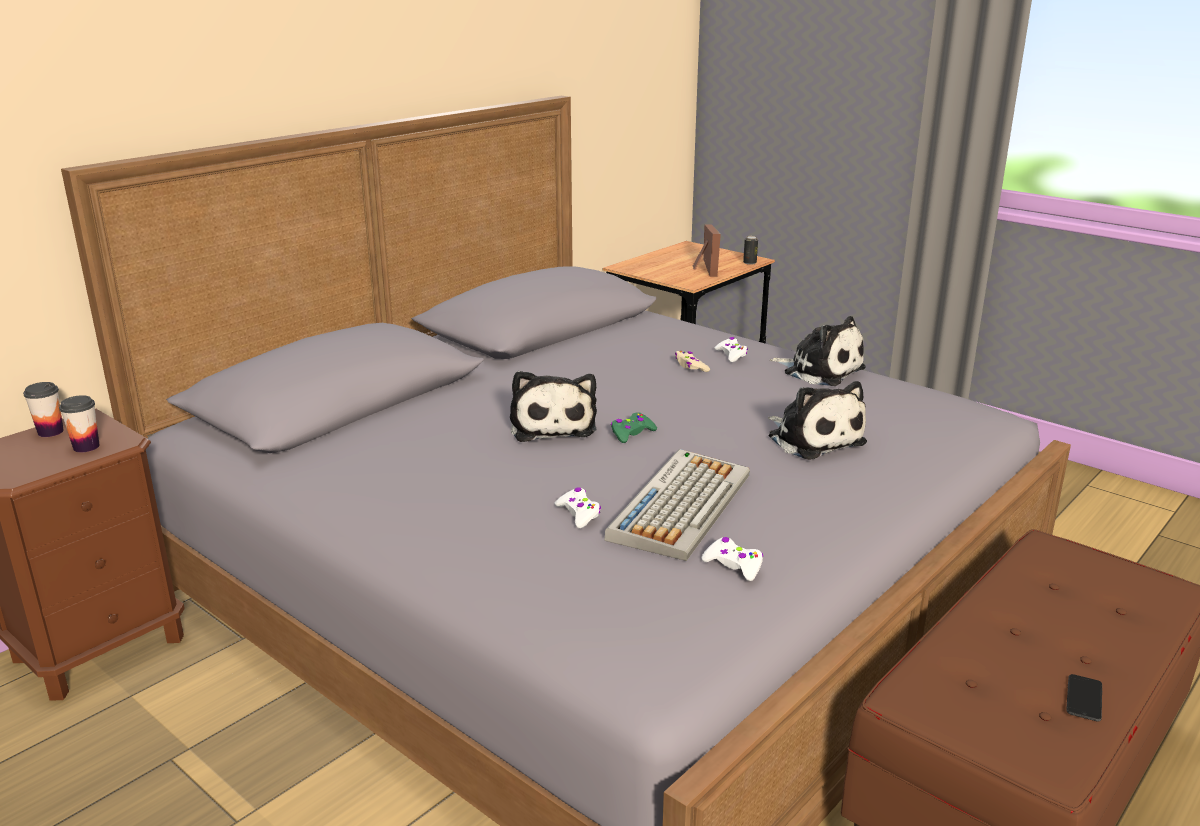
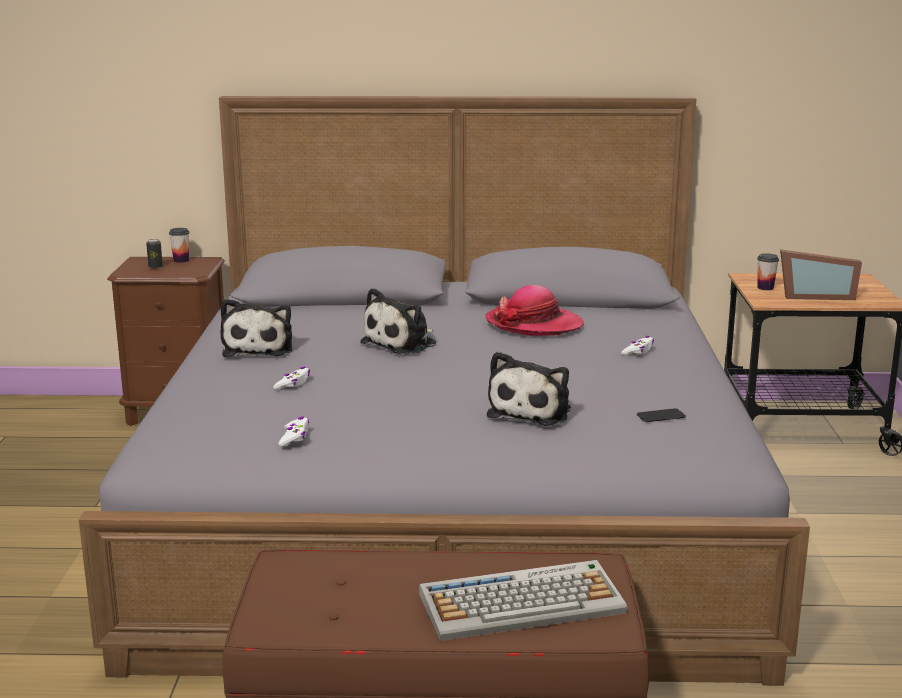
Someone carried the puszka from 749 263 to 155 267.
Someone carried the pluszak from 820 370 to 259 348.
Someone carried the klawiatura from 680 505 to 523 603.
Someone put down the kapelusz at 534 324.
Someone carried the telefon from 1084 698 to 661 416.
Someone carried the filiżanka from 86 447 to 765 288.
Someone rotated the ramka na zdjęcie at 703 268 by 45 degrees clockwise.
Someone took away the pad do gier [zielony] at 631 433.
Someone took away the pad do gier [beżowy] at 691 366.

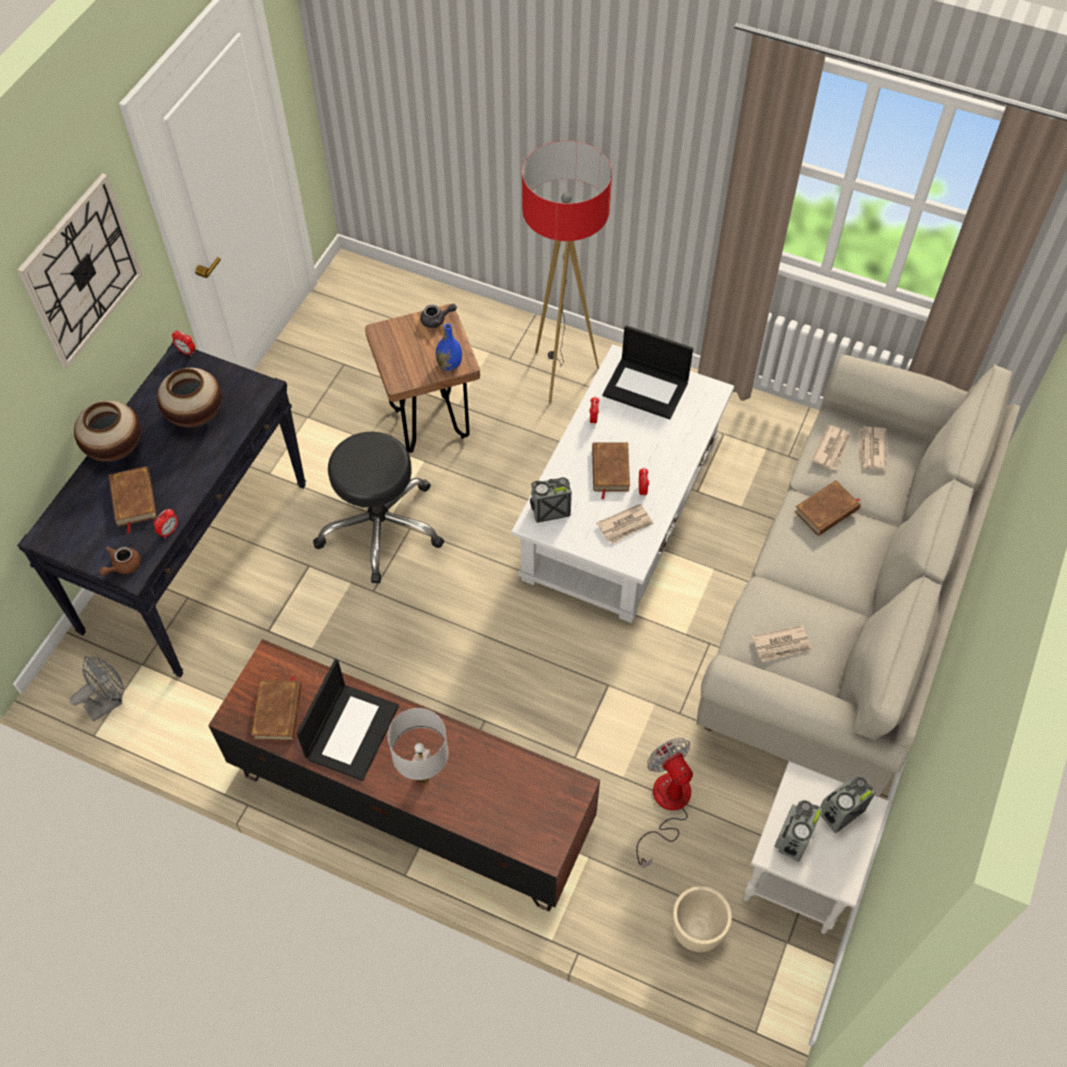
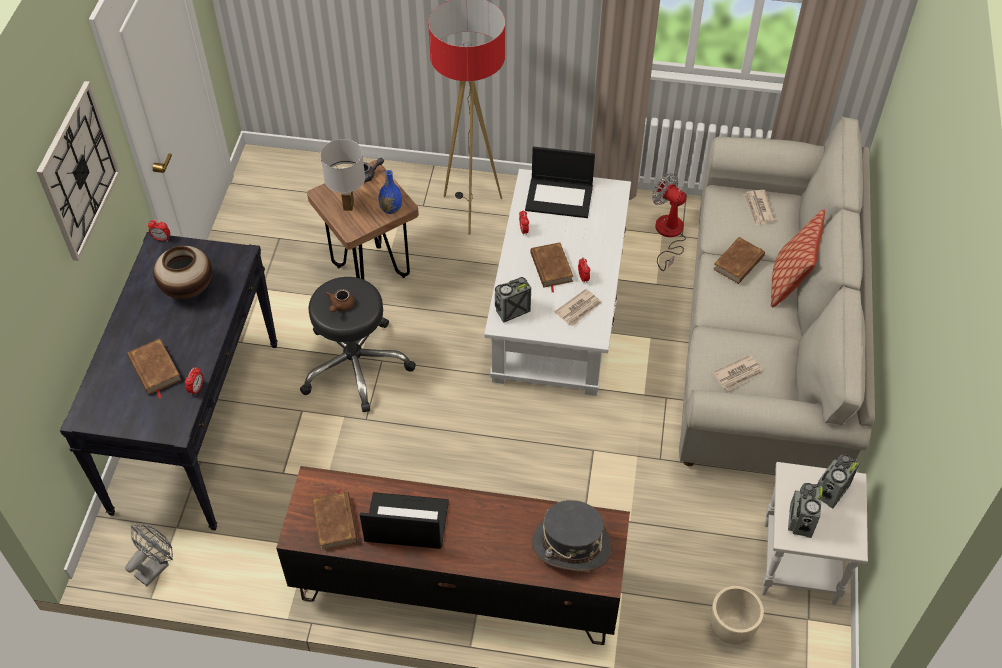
Someone carried the lampa stołowa [biały] from 424 775 to 349 206.
Someone carried the imbryk [brązowy] from 123 566 to 340 306.
Someone rotated the laptop at 352 731 by 90 degrees counterclockwise.
Someone put down the kapelusz [szary] at 571 545.
Someone carried the wentylator from 666 805 to 668 235.
Someone put down the poduszka at 789 282.
Someone took away the wazon at 116 448.
Someone took away the gazeta at 832 449.

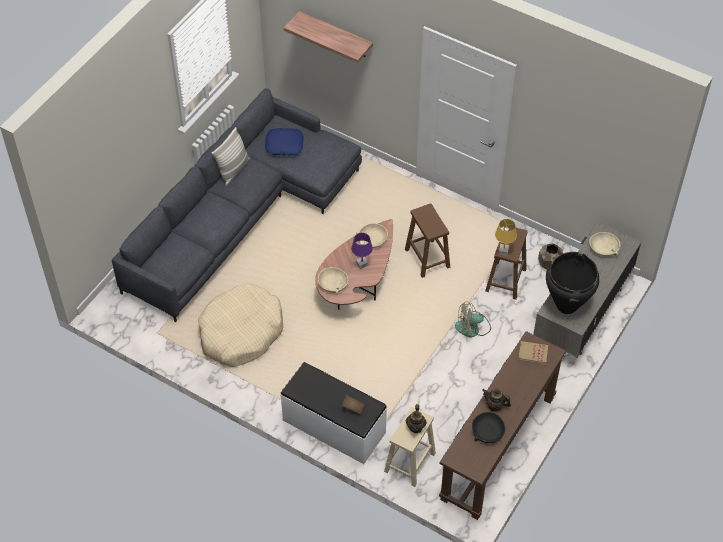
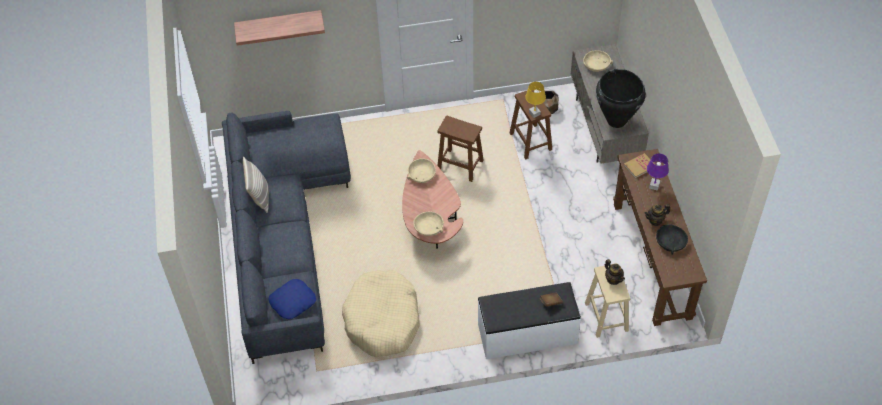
Someone carried the poduszka [niebieski] from 284 144 to 292 301.
Someone carried the lampa stołowa [fioletowy] from 362 264 to 654 185.
Someone took away the wentylator at 473 328.

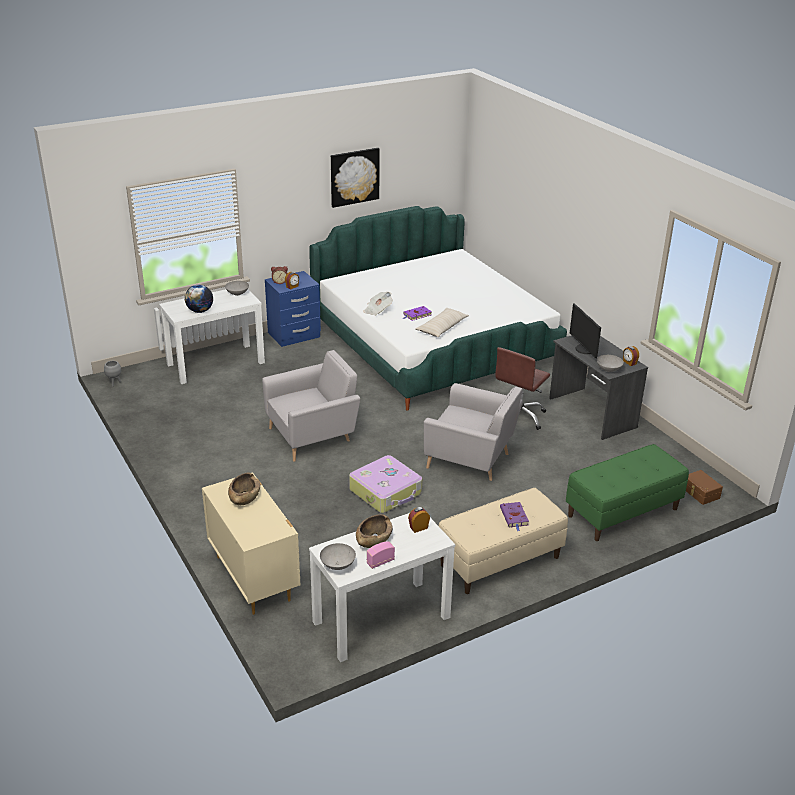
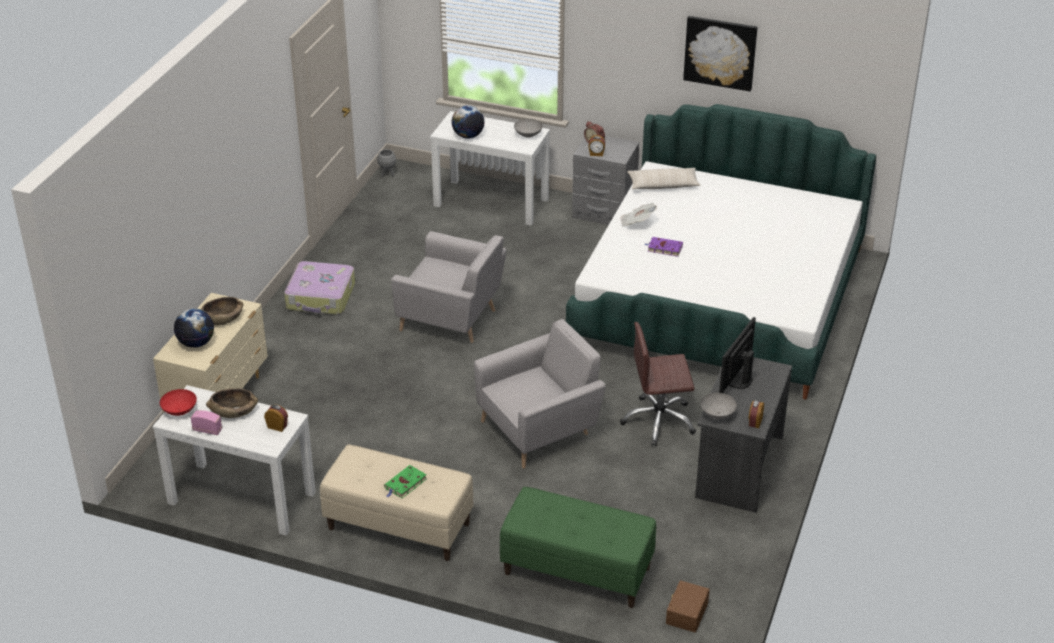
Someone repainted the miska [szary] at 338 565, which became the miska [czerwony] at 179 411.
Someone put down the globus at 196 343.
Someone carried the walizka from 386 492 to 321 297.
Someone repainted the książka [fioletowy] at 514 517, which became the książka [zielony] at 405 484.
Someone rotated the fotel [szary] at 471 459 by 105 degrees counterclockwise.
Someone repainted the szafka nocna [niebieski] at 294 335, which became the szafka nocna [szary] at 604 212.
Someone carried the poduszka [beżowy] from 442 328 to 663 185.

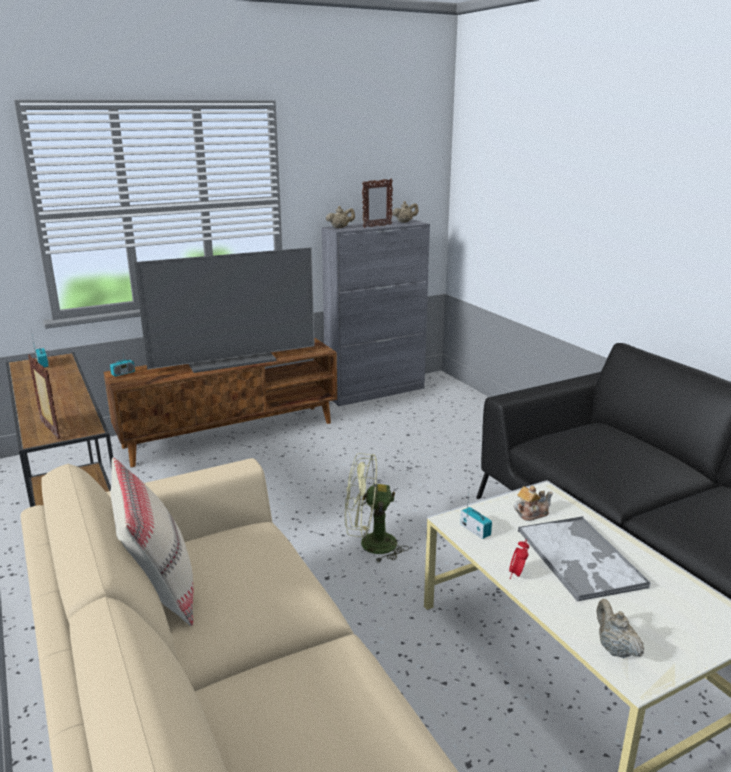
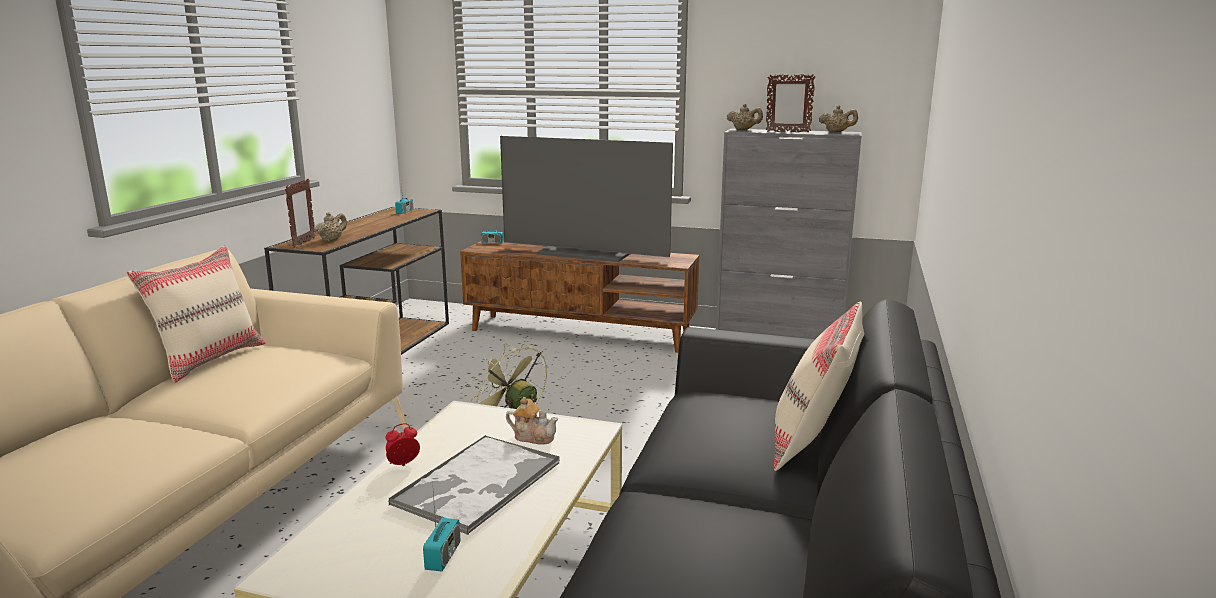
Someone carried the imbryk [beżowy] from 614 649 to 332 240.
Someone carried the radio from 475 530 to 443 556.
Someone put down the poduszka [beżowy] at 813 443.

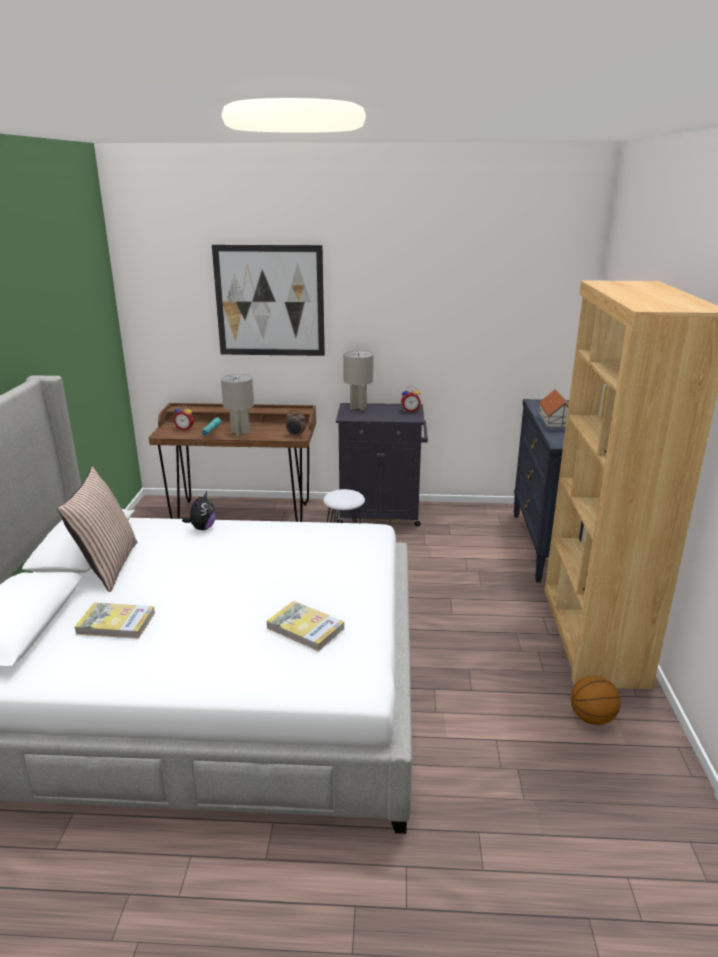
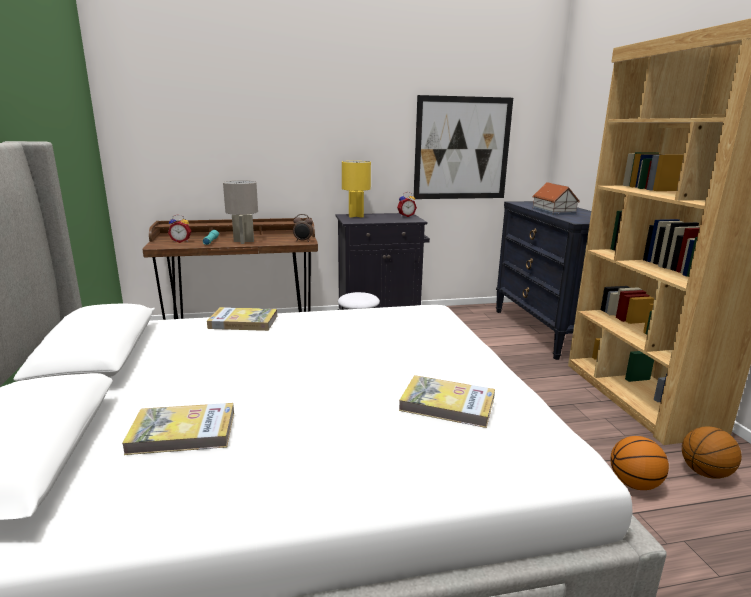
Someone swapped the pluszak at 202 528 for the książka at 243 322.
Someone repainted the lampa stołowa [szary] at 358 407, which became the lampa stołowa [żółty] at 355 216.
Someone carried the obraz from 269 301 to 462 149.
Someone put down the piłka do koszykówki at 633 483.
Someone took away the poduszka at 107 566.

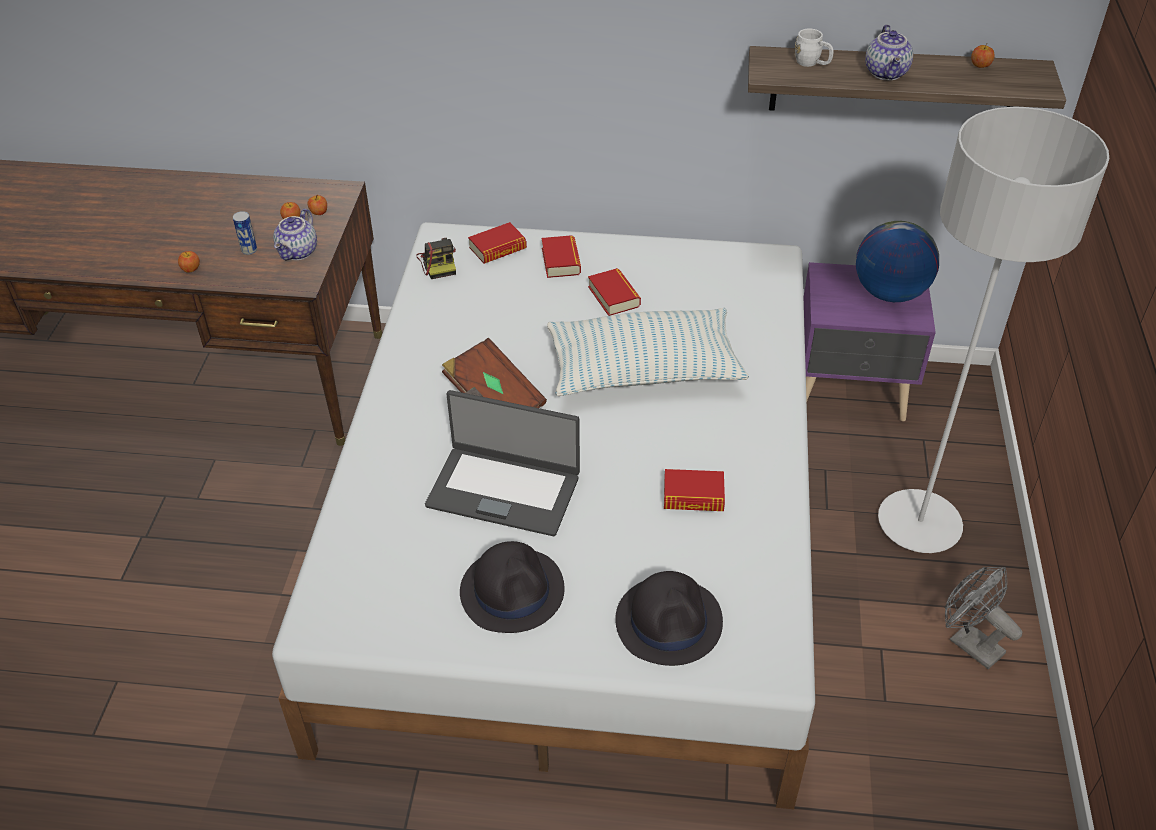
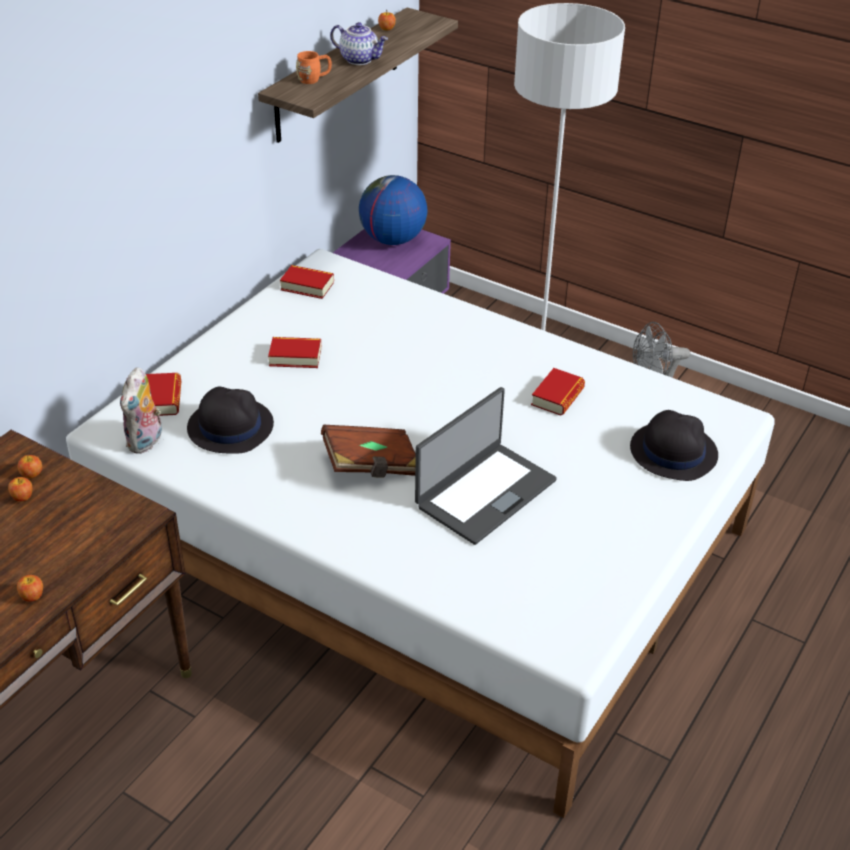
Someone swapped the aparat fotograficzny at 439 263 for the pluszak at 146 442.
Someone carried the kapelusz [czarny] from 512 590 to 230 426.
Someone carried the książka from 561 261 to 307 286.
Someone repainted the kubek [biały] at 812 63, which became the kubek [pomarańczowy] at 314 79.
Someone took away the puszka at 249 250.
Someone took away the imbryk at 298 252.
Someone took away the poduszka at 644 371.

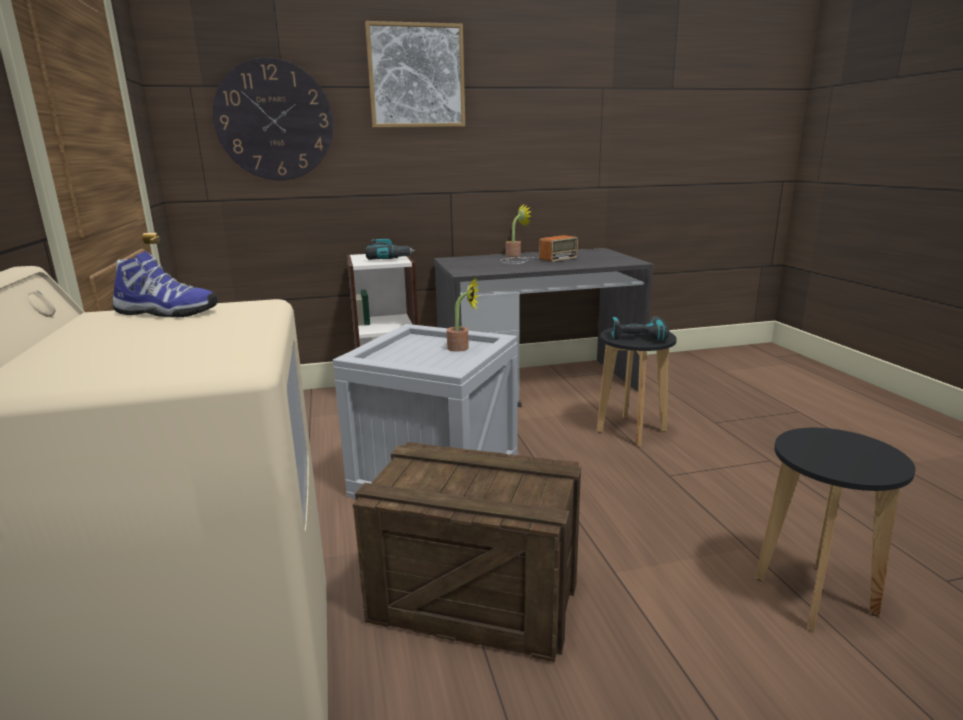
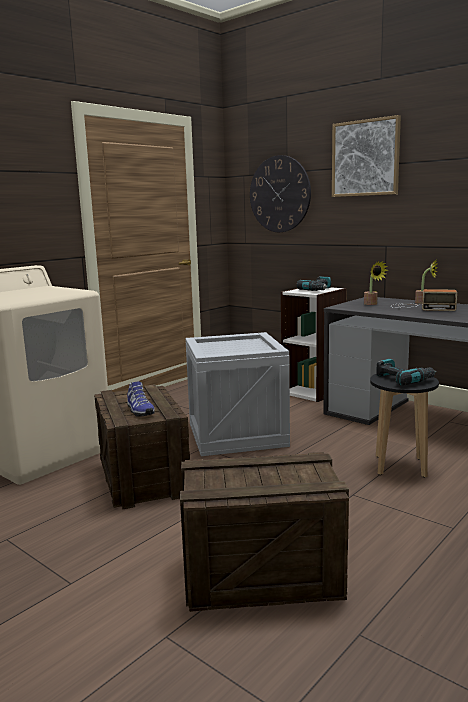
Someone carried the but from 165 313 to 139 411.
Someone swapped the stołek [czarny] at 815 596 for the skrzynka at 261 575.
Someone carried the roślina doniczkowa from 462 348 to 372 304.

